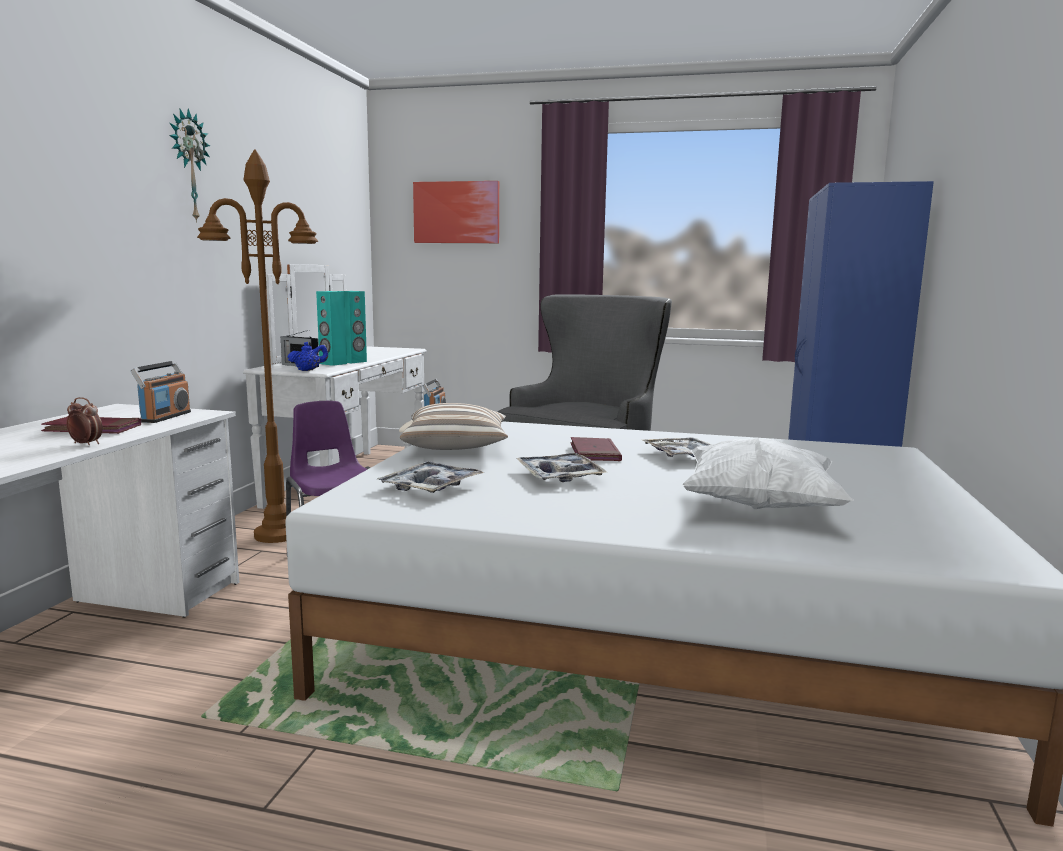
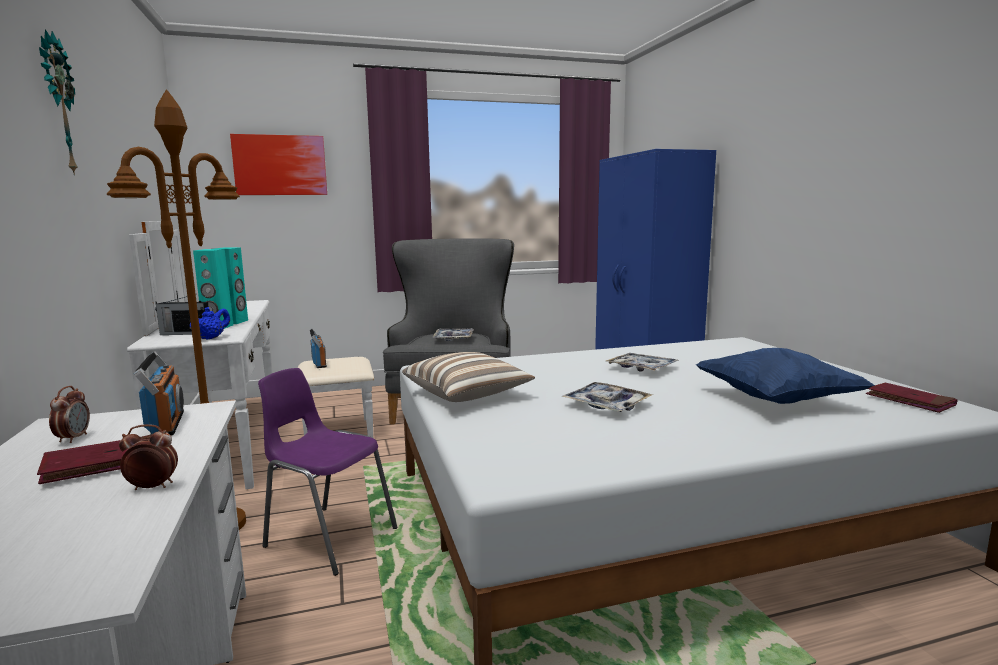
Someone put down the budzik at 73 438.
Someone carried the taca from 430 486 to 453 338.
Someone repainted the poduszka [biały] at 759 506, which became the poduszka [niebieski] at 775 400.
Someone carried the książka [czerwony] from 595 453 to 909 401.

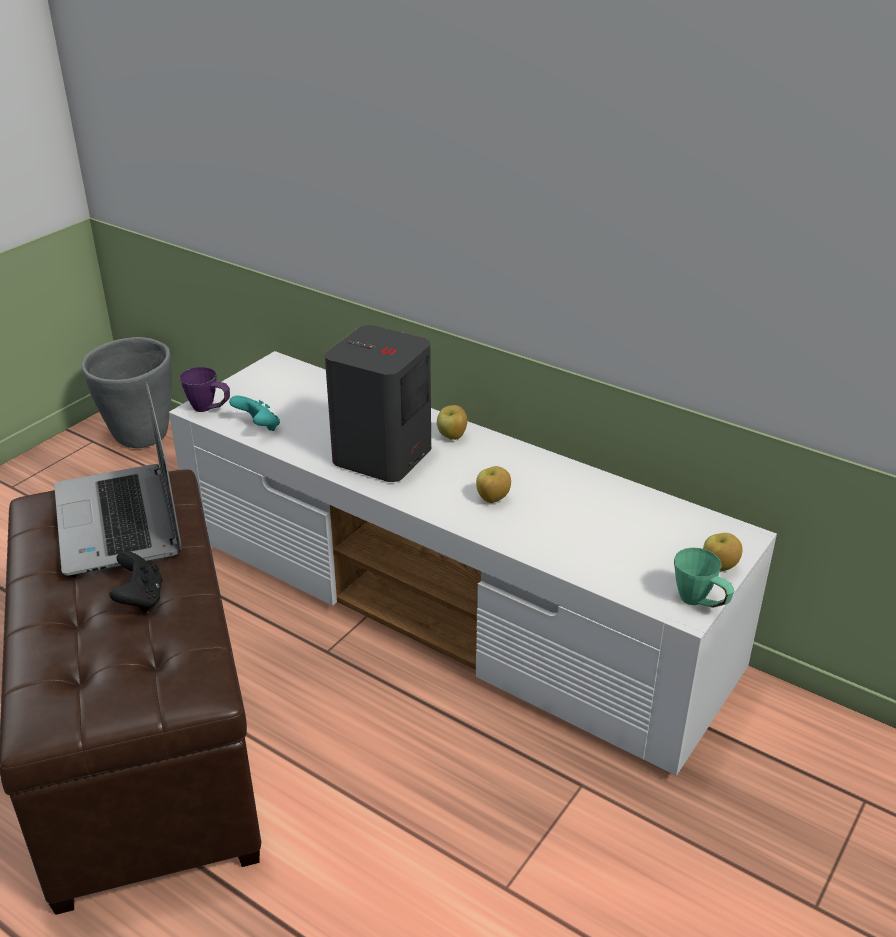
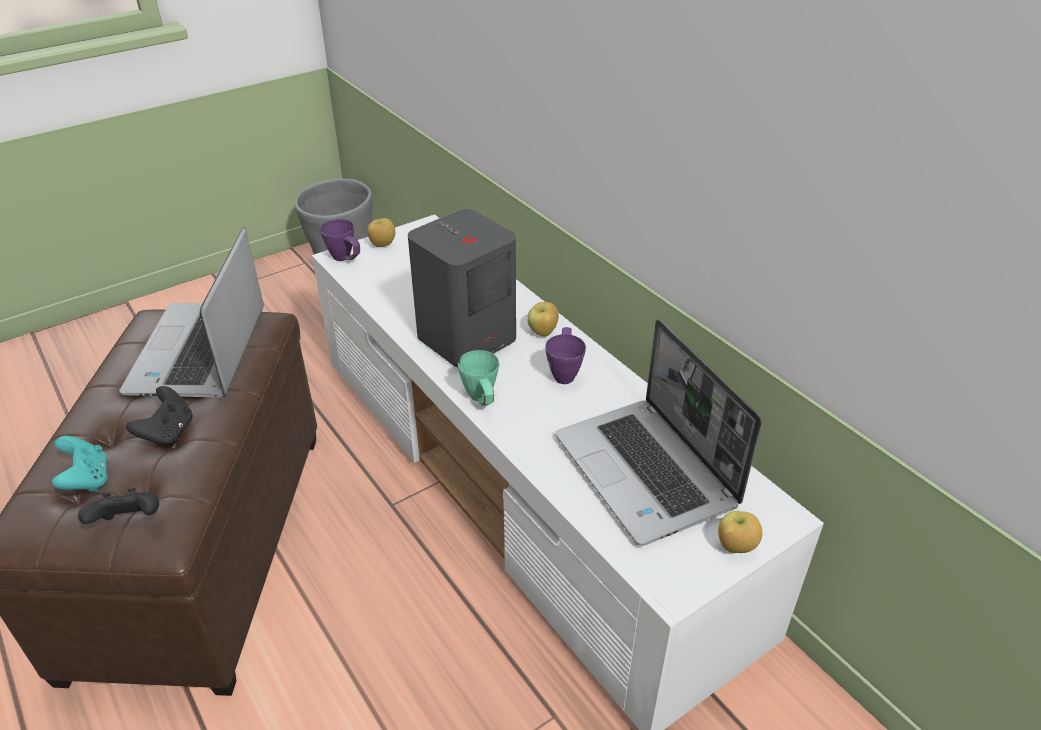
Someone carried the pad do gier [turkusowy] from 258 427 to 87 480.
Someone put down the pad do gier [czarny] at 130 522.
Someone carried the jabłko from 492 499 to 382 245.
Someone carried the kubek [zielony] from 700 603 to 482 401.
Someone put down the kubek [fioletowy] at 564 371.
Someone put down the laptop at 647 472.

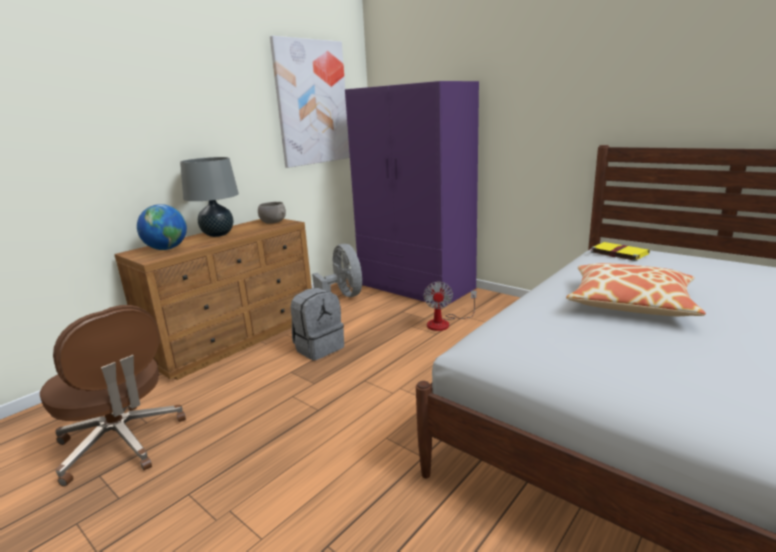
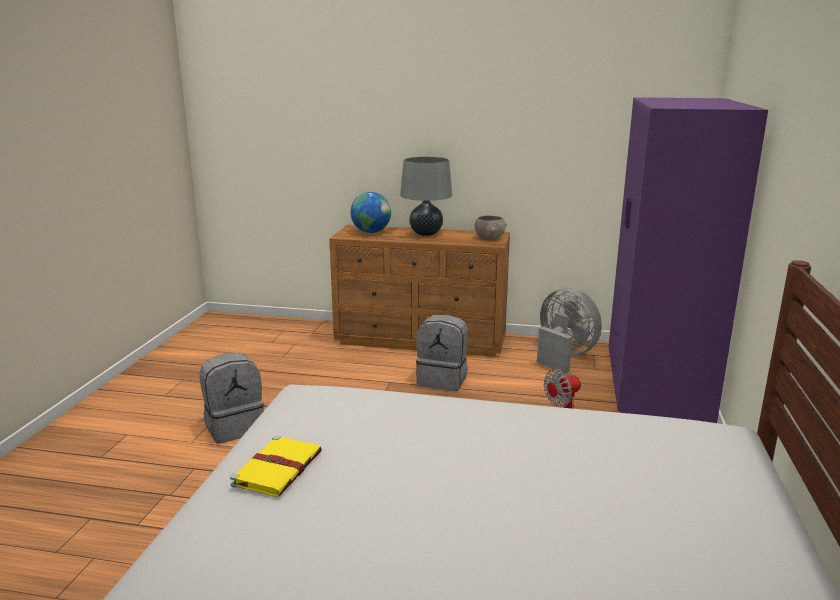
Someone put down the plecak [szary] at 235 427.
Someone carried the książka [żółty] from 618 253 to 278 468.
Someone rotated the wentylator [szary] at 343 297 by 75 degrees counterclockwise.
Someone took away the krzesło biurowe [brązowy] at 122 443.
Someone took away the obraz at 312 103.
Someone took away the poduszka at 630 302.

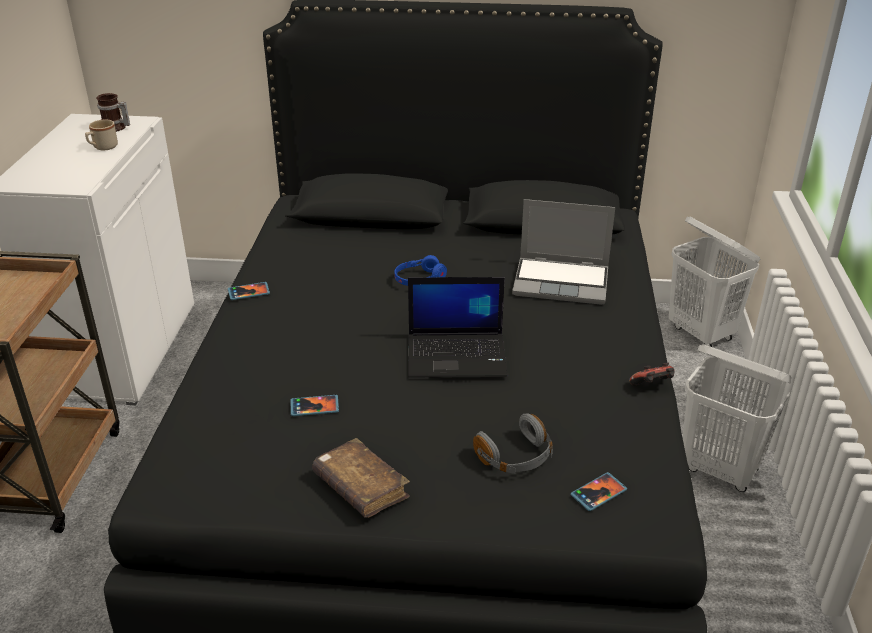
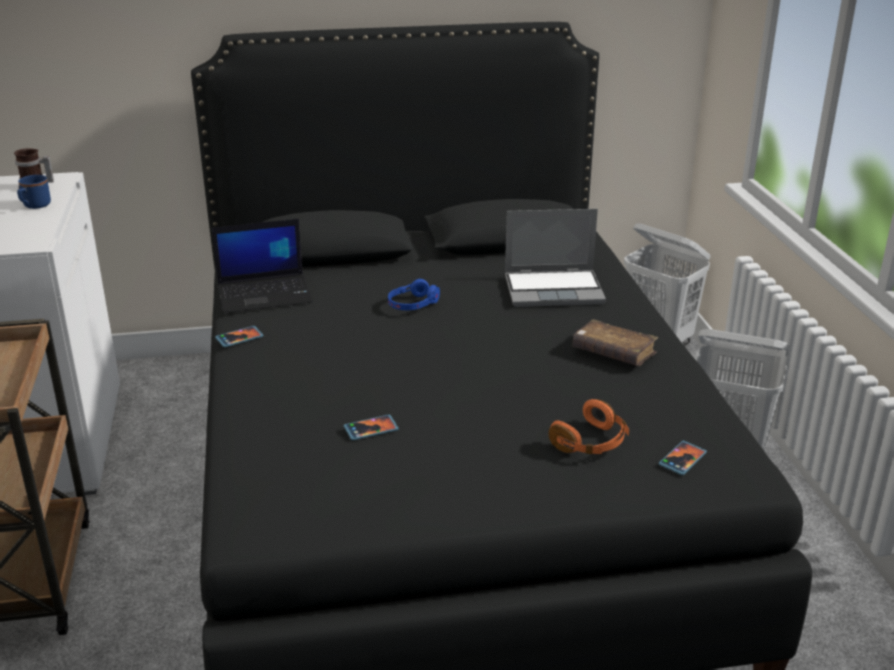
Someone repainted the kubek [beżowy] at 103 148, which became the kubek [niebieski] at 34 206.
Someone carried the laptop from 458 355 to 265 294.
Someone repainted the słuchawki [szary] at 516 458, which became the słuchawki [pomarańczowy] at 591 443.
Someone carried the książka [brązowy] from 360 487 to 613 353.
Someone took away the pad do gier at 652 386.

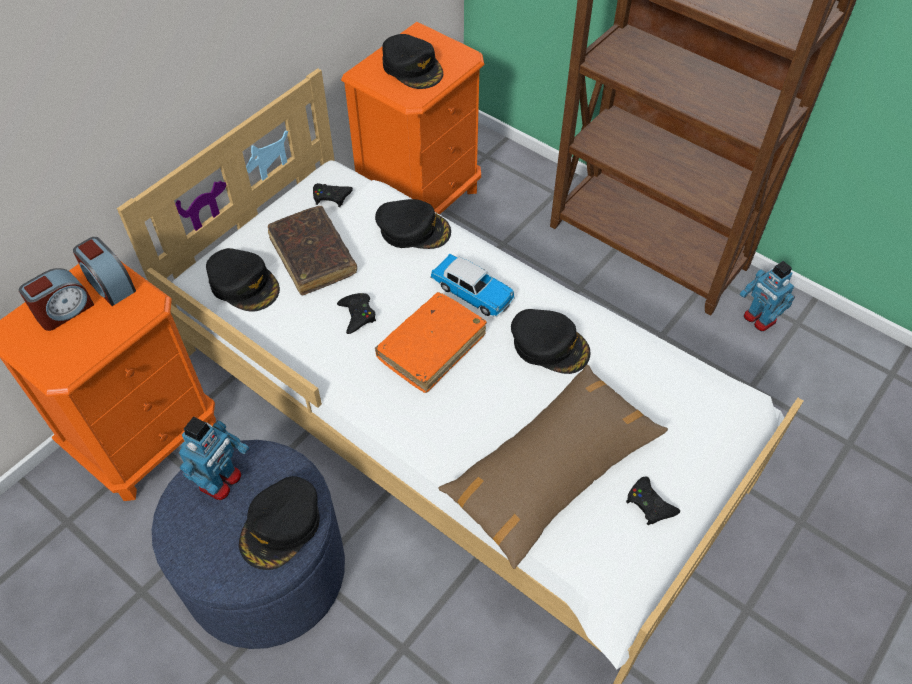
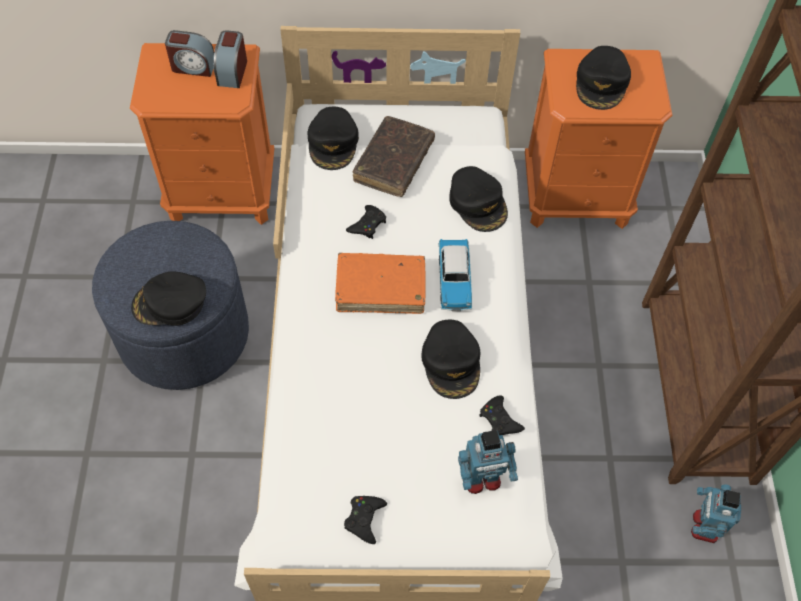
Someone carried the robot zabawkowy from 221 481 to 482 479.
Someone carried the pad do gier [czarny] from 331 197 to 499 420.
Someone took away the poduszka [brązowy] at 551 471.

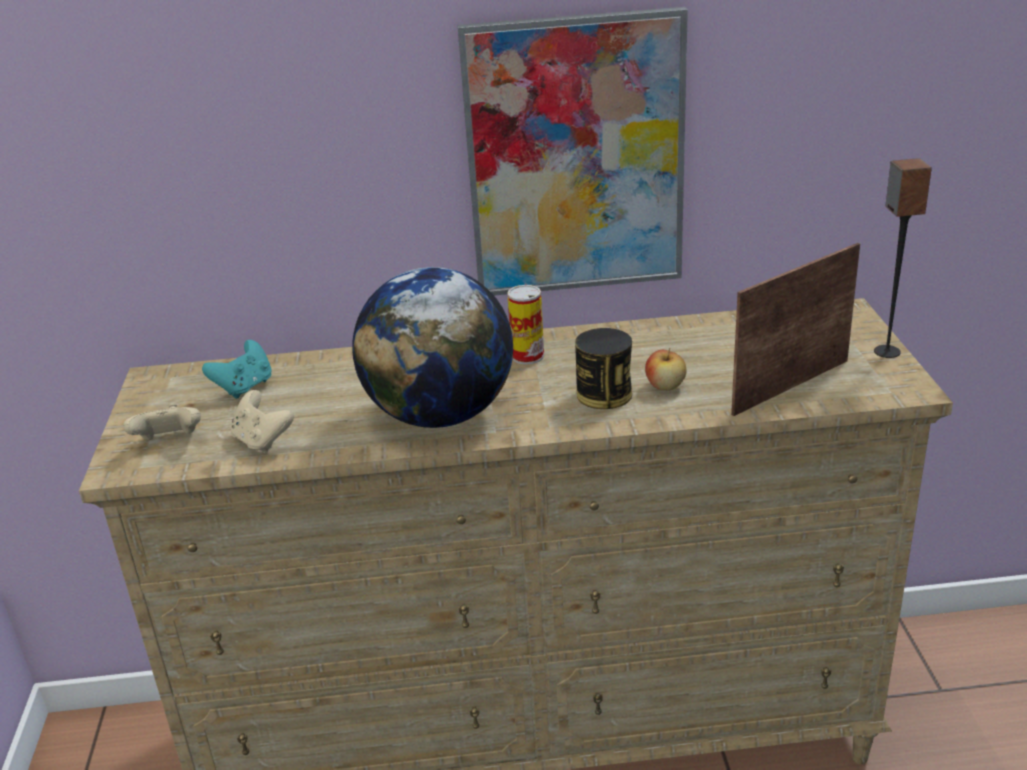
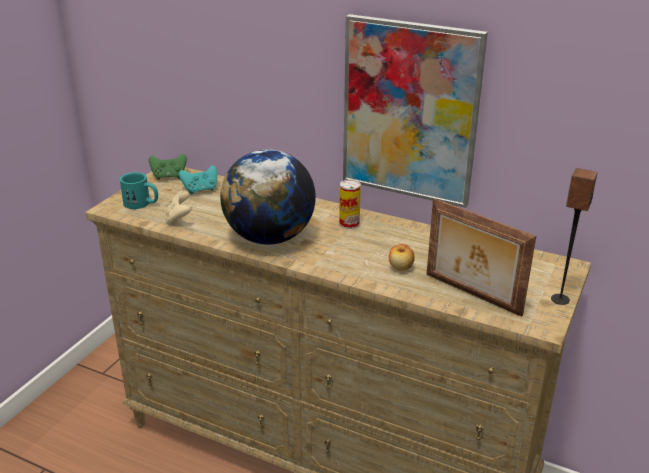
Someone swapped the pad do gier [beżowy] at 169 442 for the kubek [turkusowy] at 142 204.
Someone put down the pad do gier [zielony] at 169 176.
Someone rotated the ramka na zdjęcie at 788 385 by 135 degrees counterclockwise.
Someone took away the puszka at 604 394.

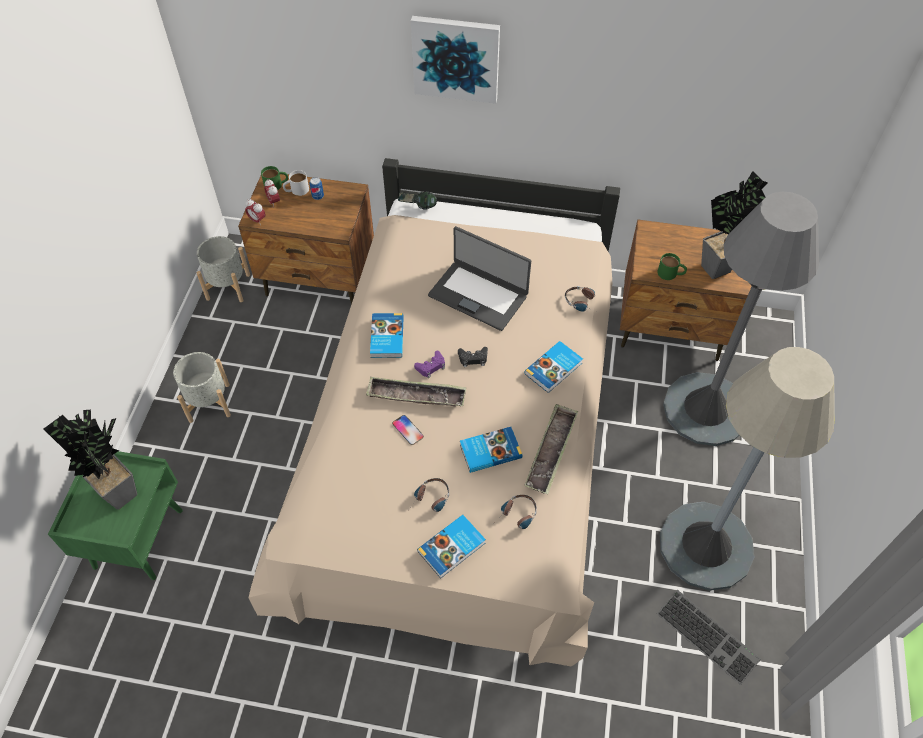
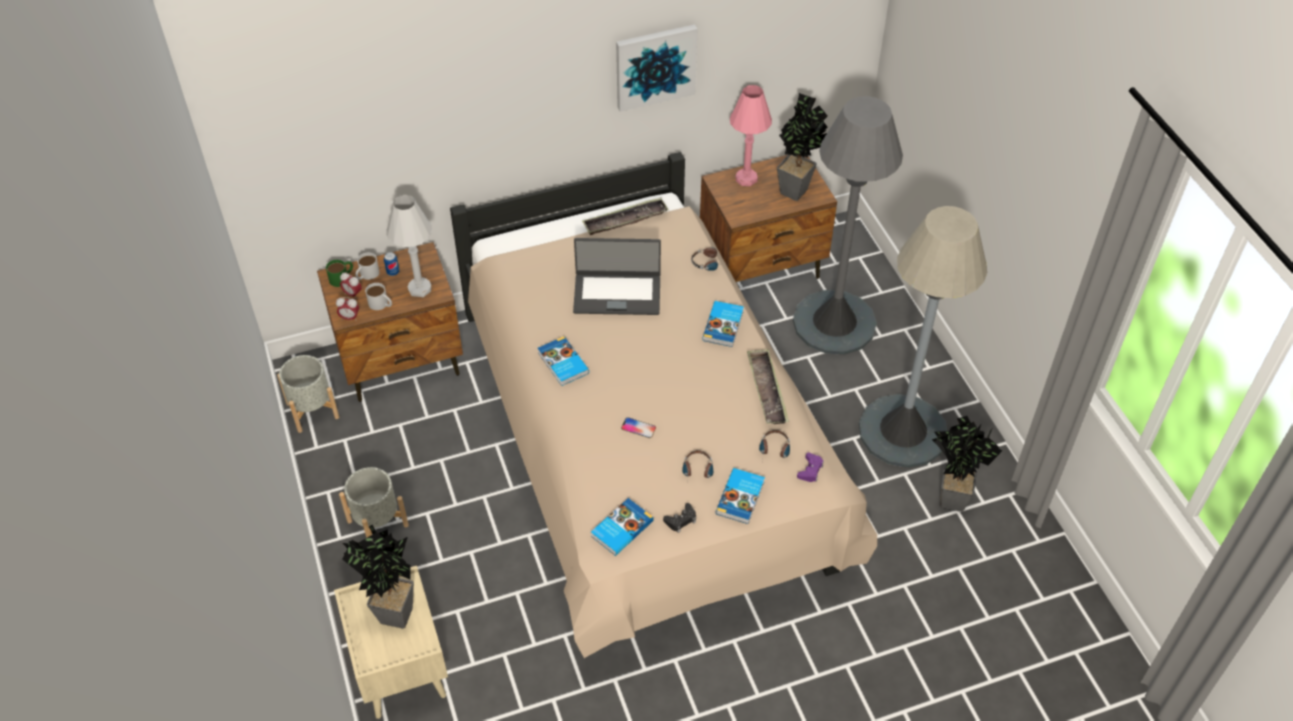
Someone repainted the szafka nocna [zielony] at 138 537, which became the szafka nocna [beżowy] at 400 671.
Someone put down the kubek [biały] at 381 304.
Someone put down the lampa stołowa [biały] at 419 289.
Someone carried the taca from 416 395 to 625 220.
Someone carried the książka from 489 450 to 621 528.
Someone carried the obraz from 456 58 to 655 66.
Someone carried the pad do gier [czarny] from 473 358 to 681 520.
Someone put down the lampa stołowa [różowy] at 746 178.
Someone carried the pad do gier [fioletowy] from 431 366 to 810 470.
Someone swapped the klawiatura at 709 635 for the roślina doniczkowa at 948 497.
Someone took away the słuchawki at 417 208.
Someone took away the kubek [zielony] at 671 274.

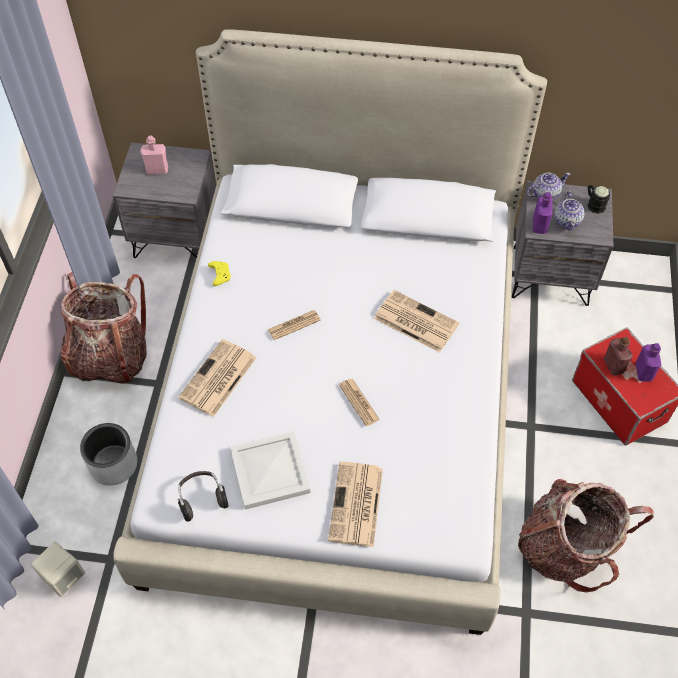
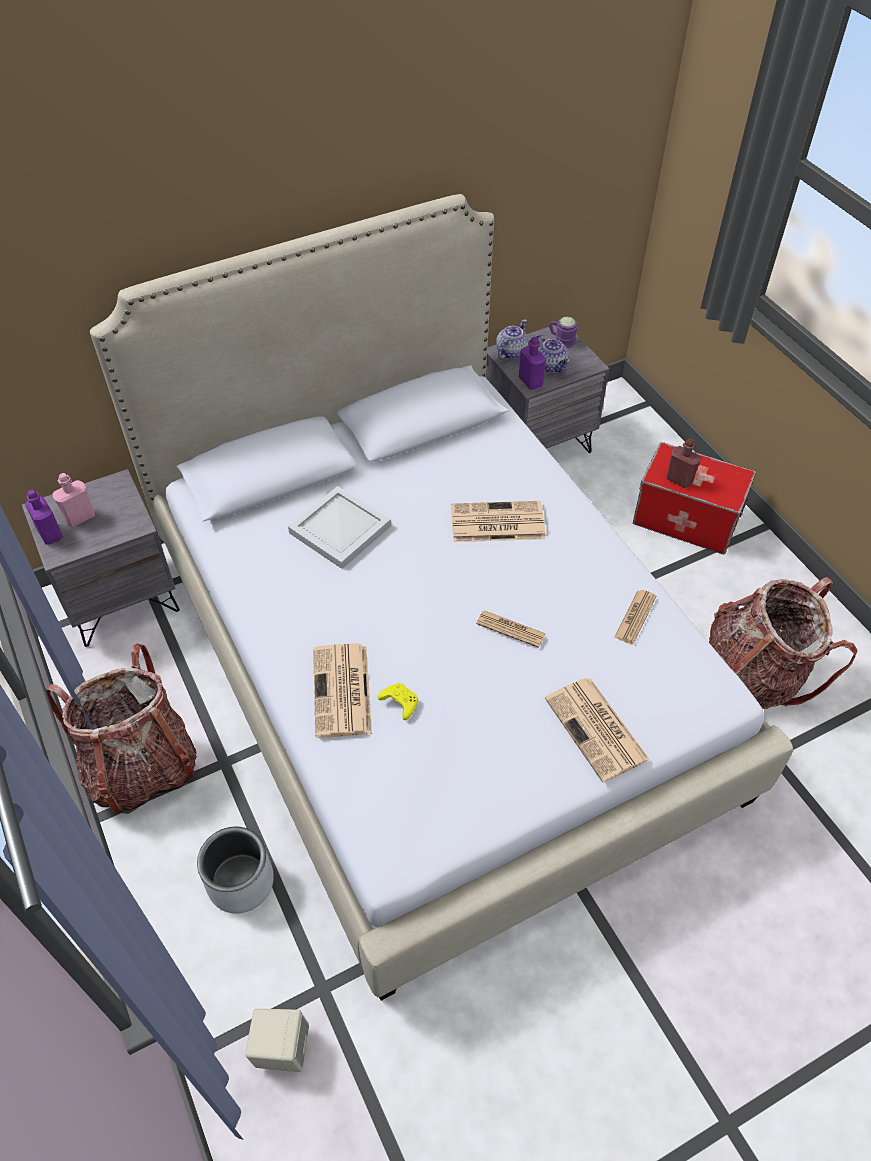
Someone carried the butelka [fioletowy] from 643 372 to 50 534.
Someone carried the taca [biały] from 269 473 to 340 531.
Someone carried the pad do gier [żółty] from 219 275 to 399 703.
Someone repainted the kubek [czarny] at 594 204, which became the kubek [fioletowy] at 561 341.
Someone carried the gazeta from 294 325 to 635 617.
Someone took away the słuchawki at 202 498.

